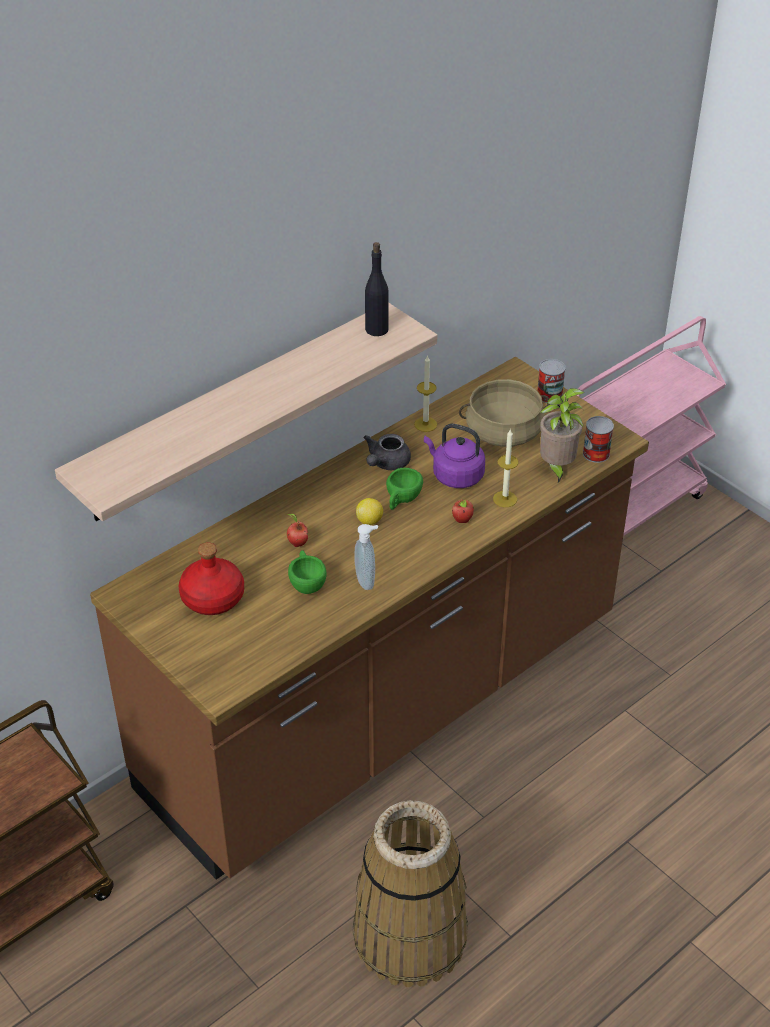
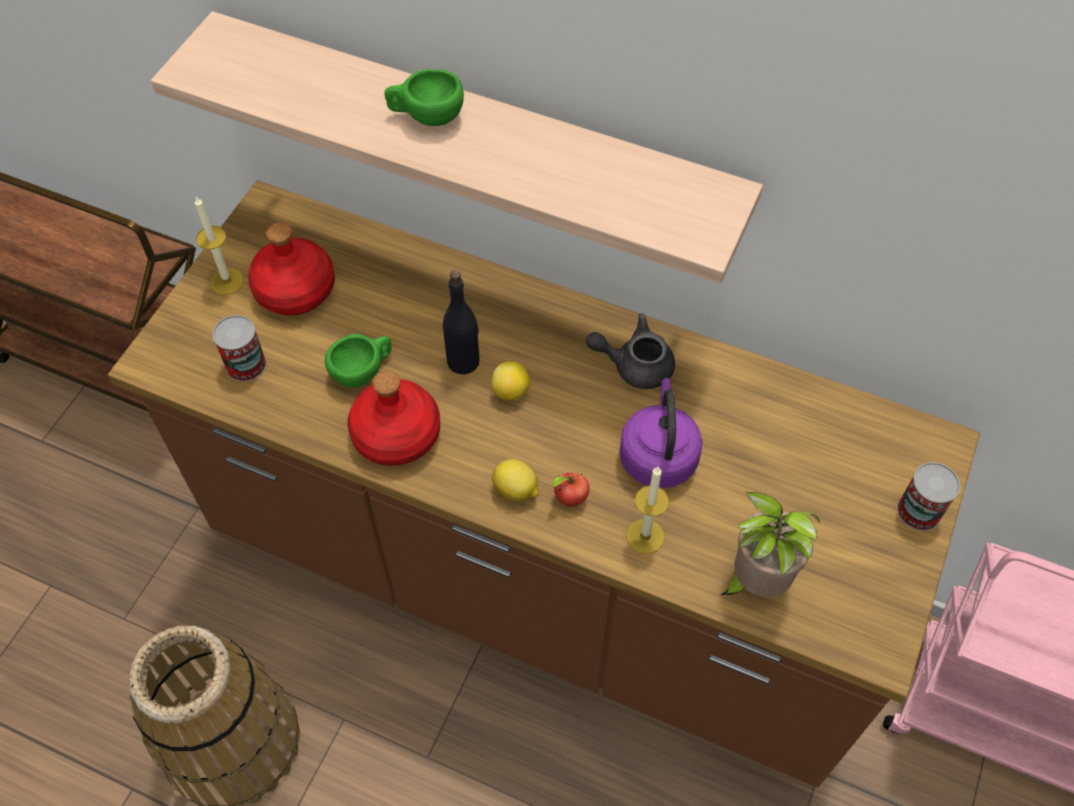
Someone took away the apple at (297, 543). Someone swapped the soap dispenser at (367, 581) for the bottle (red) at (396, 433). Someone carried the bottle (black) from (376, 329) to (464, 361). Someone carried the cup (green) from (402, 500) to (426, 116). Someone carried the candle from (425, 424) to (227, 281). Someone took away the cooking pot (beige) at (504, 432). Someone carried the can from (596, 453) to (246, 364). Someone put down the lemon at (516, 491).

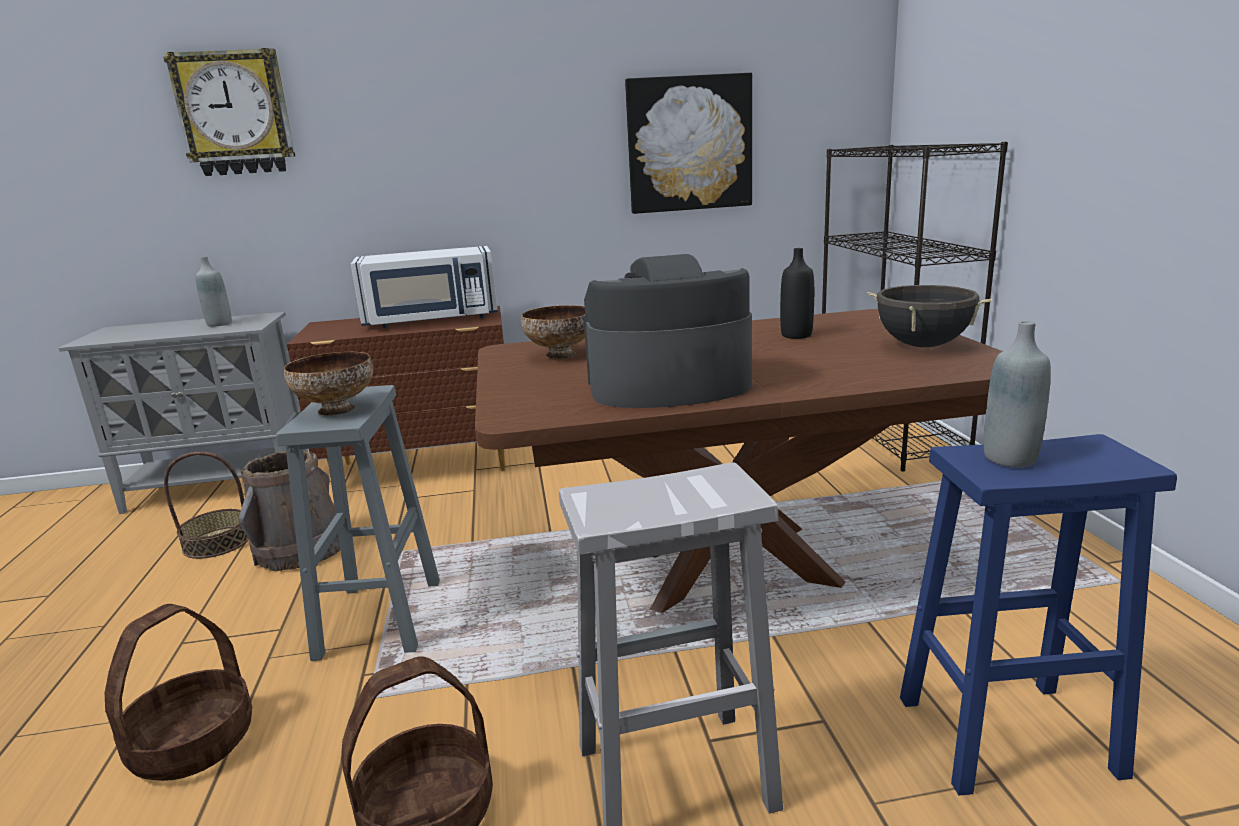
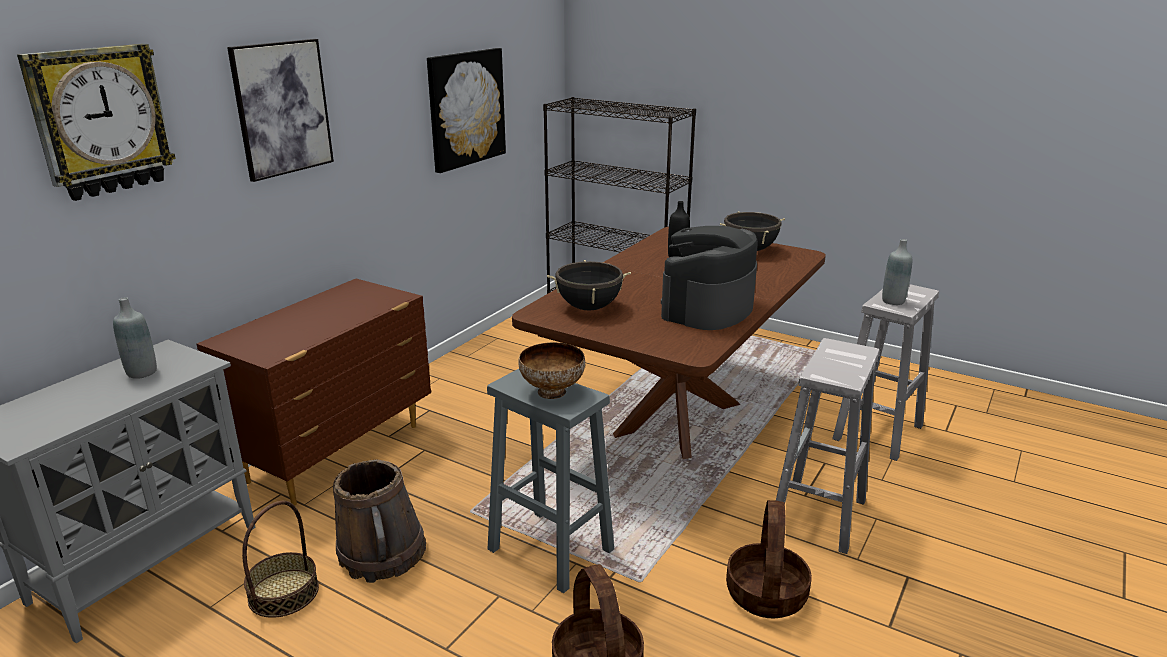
Someone took away the microwave (white) at (431, 320). Someone swapped the bowl at (560, 355) for the cooking pot (black) at (589, 308). Someone repainted the stool (blue) at (1004, 736), which became the stool (white) at (877, 433). Someone put up the picture at (282, 108).

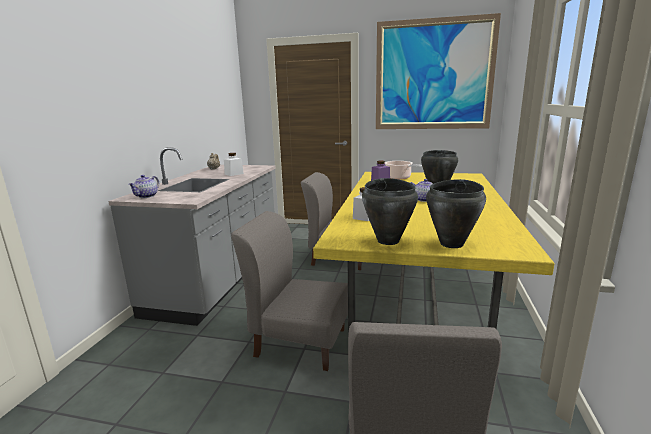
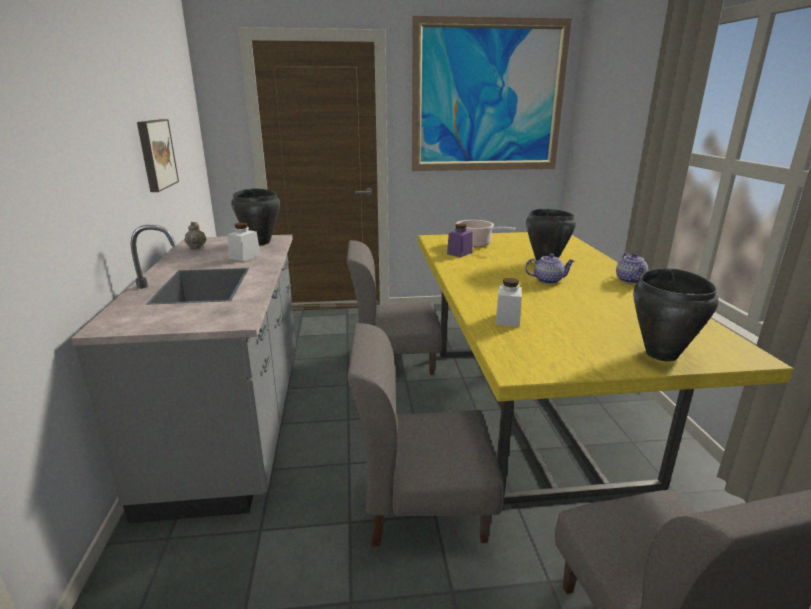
Someone carried the teapot from (147, 196) to (630, 280). Someone carried the cooking pot (black) from (388, 241) to (260, 242). Someone put up the picture at (155, 154).

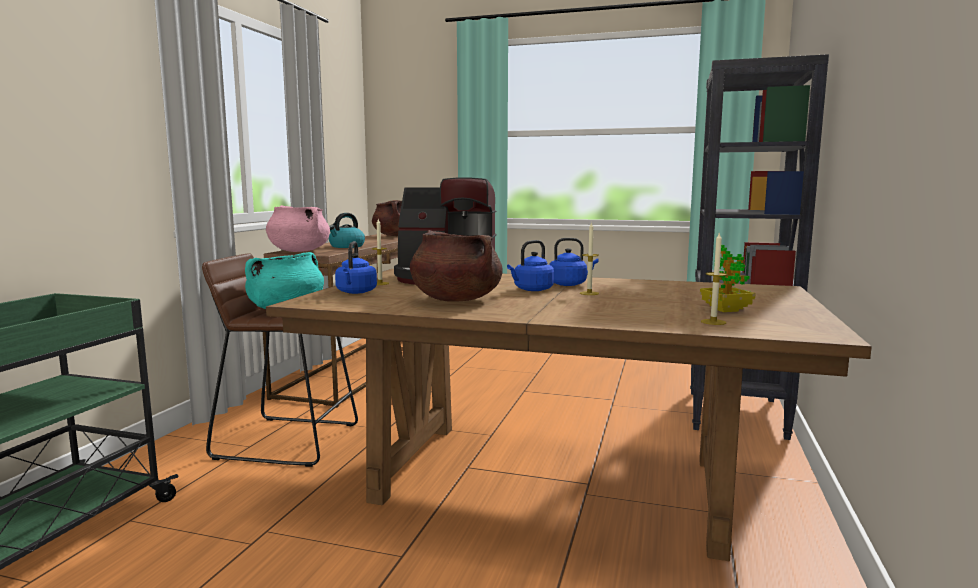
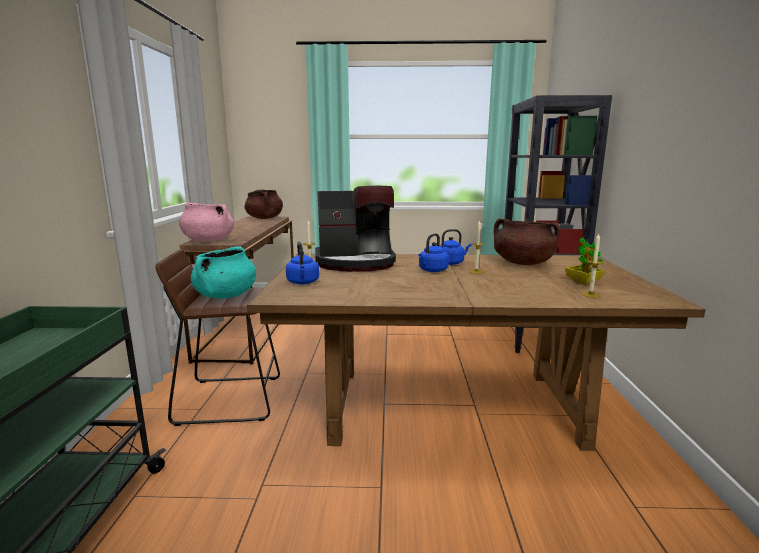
Someone took away the kettle at (346, 246). Someone carried the cooking pot (brown) from (455, 300) to (523, 263).

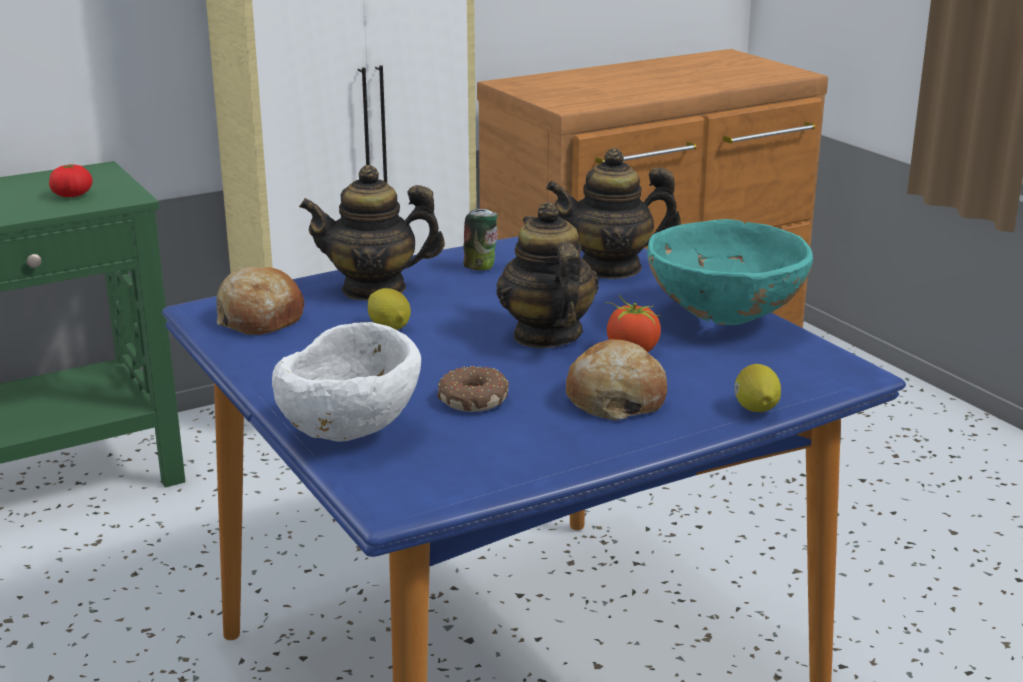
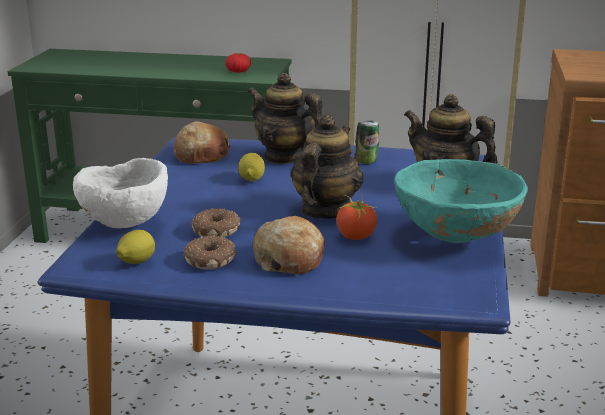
Someone carried the lemon from (756, 410) to (136, 262). Someone put down the donut at (210, 259).

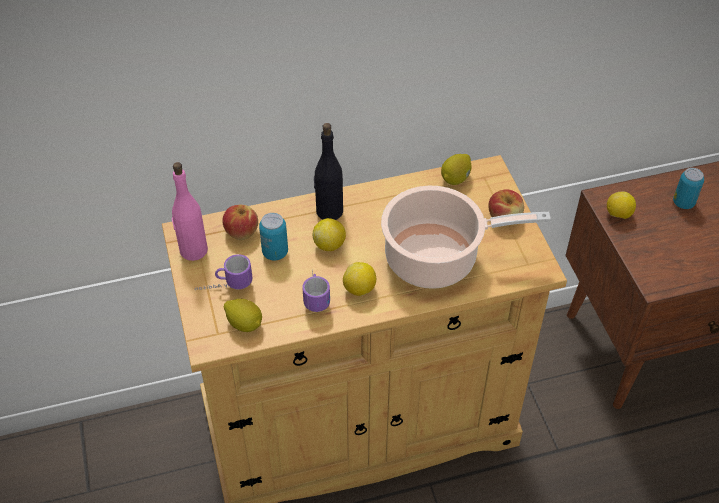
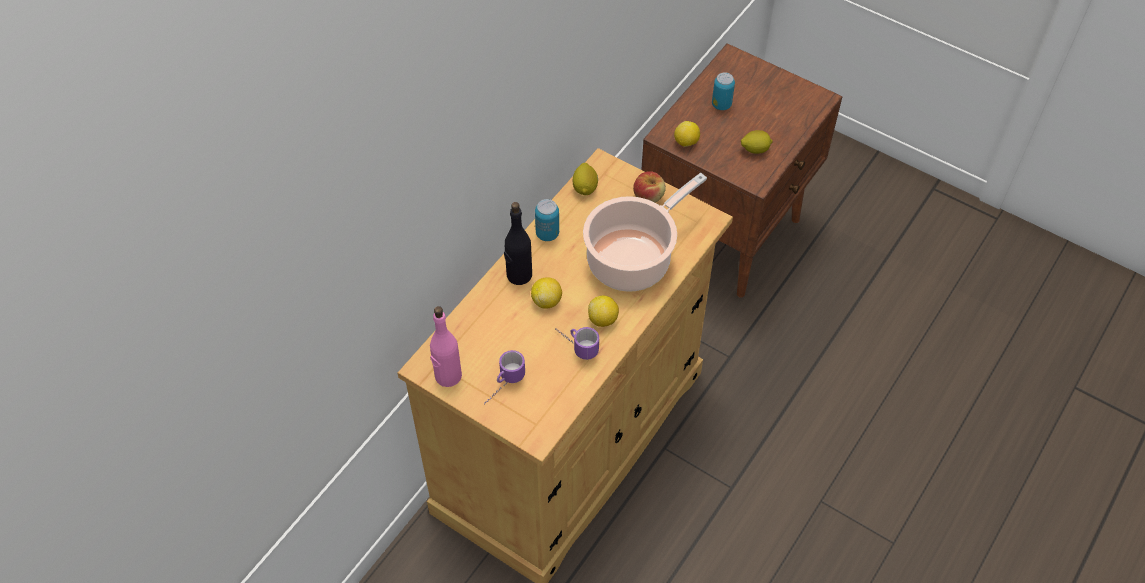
Someone took away the apple at (241, 232). Someone carried the lemon from (245, 324) to (755, 149). Someone carried the can from (275, 252) to (547, 234).

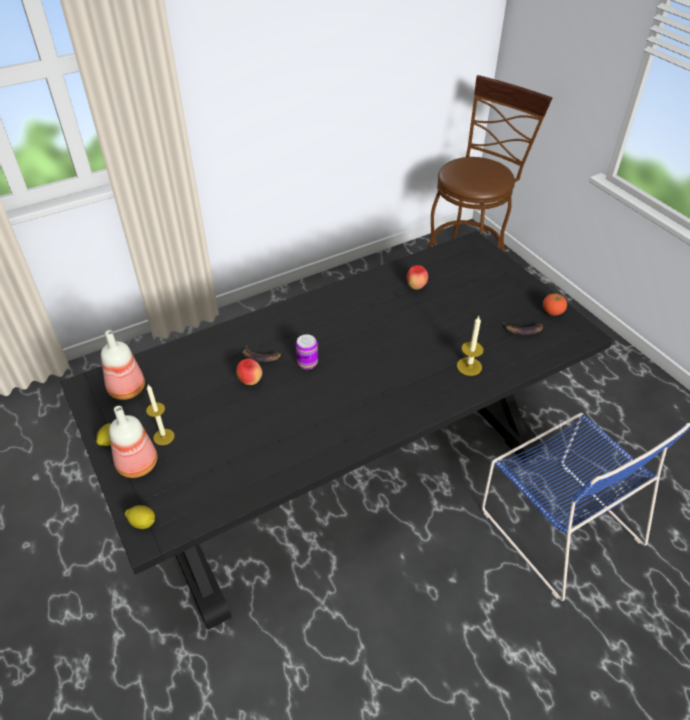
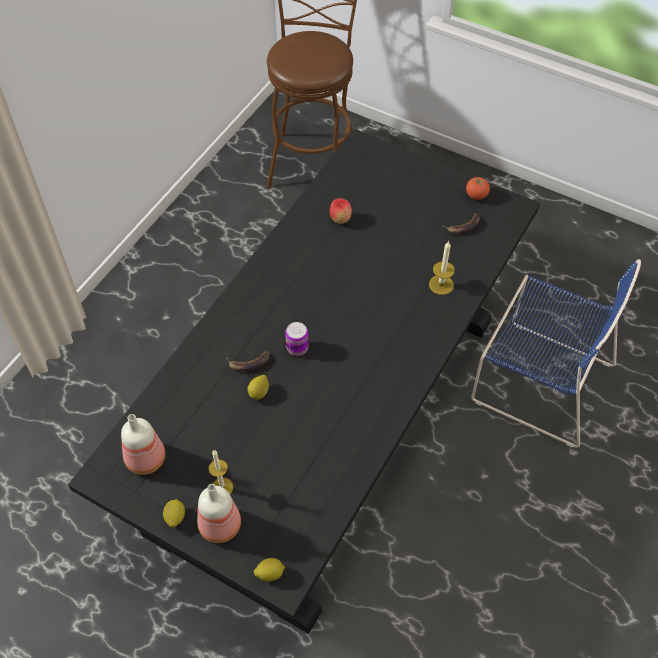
Someone swapped the apple at (250, 381) for the lemon at (259, 392).

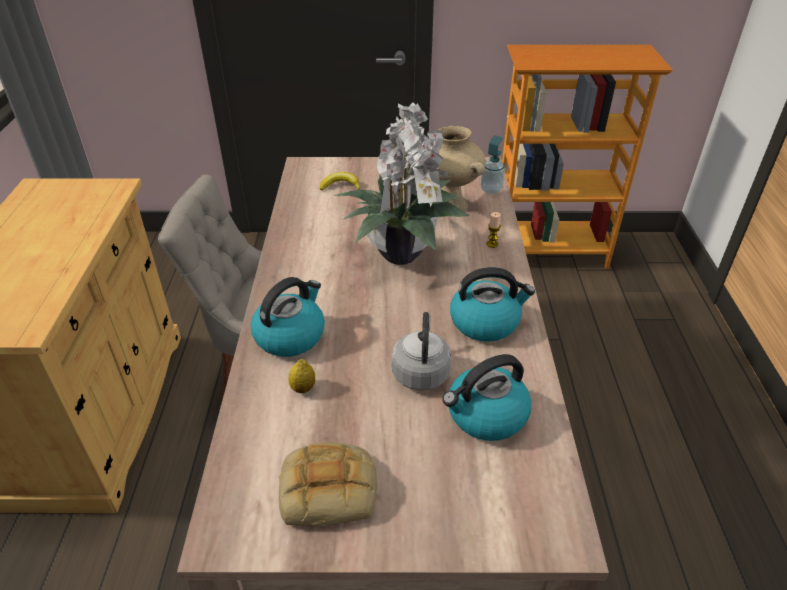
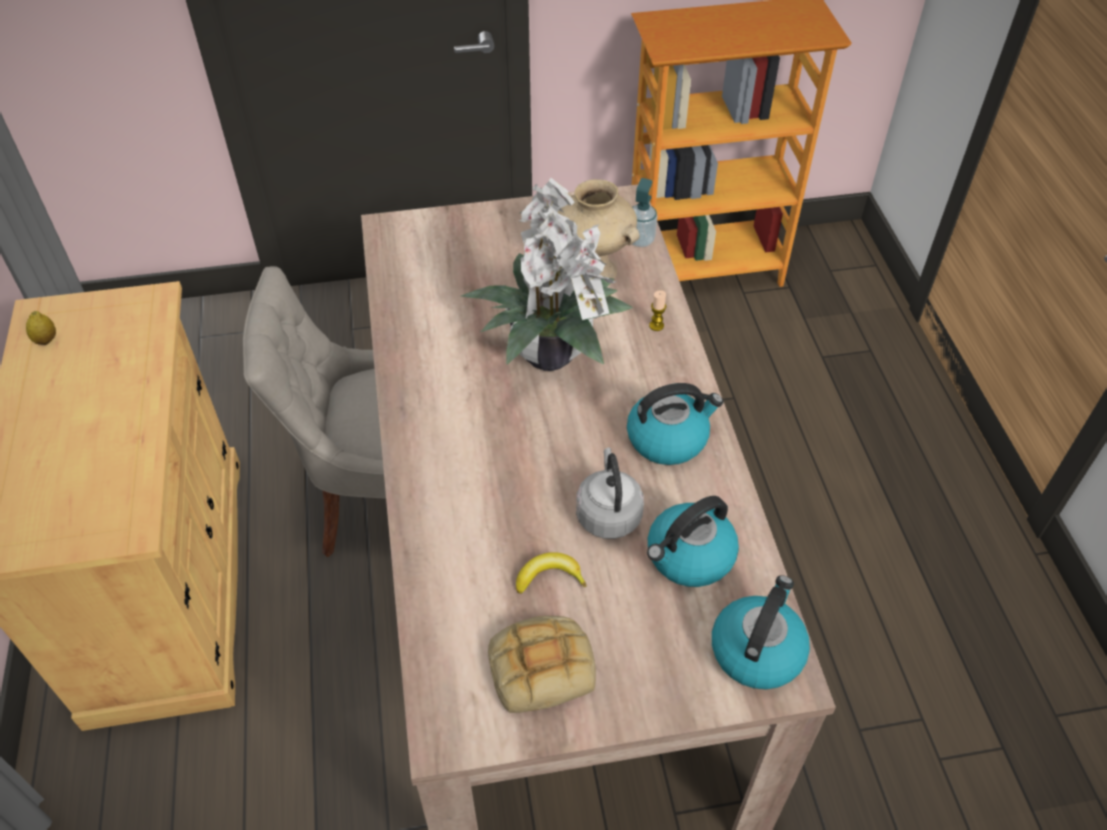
Someone carried the kettle from (290, 335) to (757, 650). Someone carried the lemon from (303, 388) to (46, 340). Someone carried the banana from (341, 186) to (549, 577).

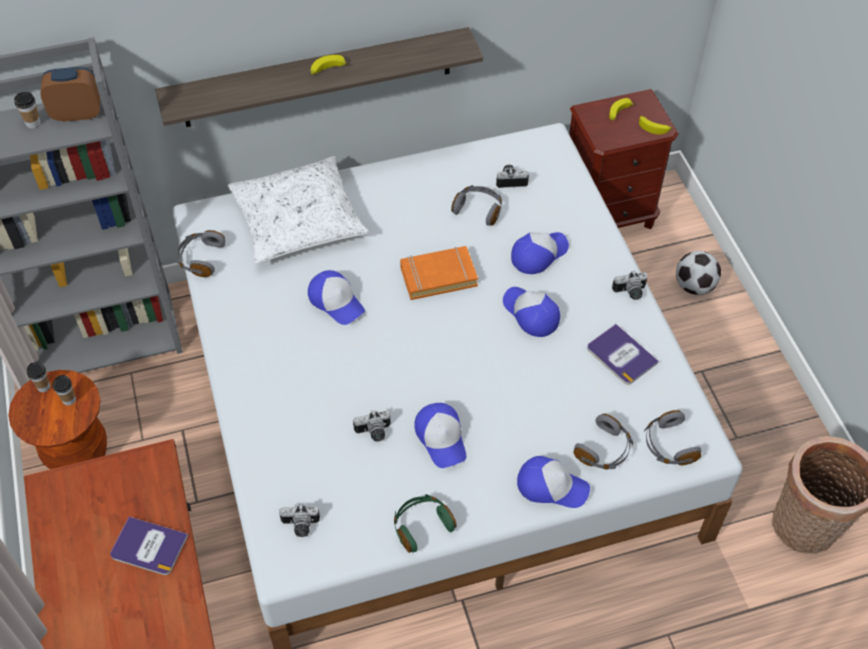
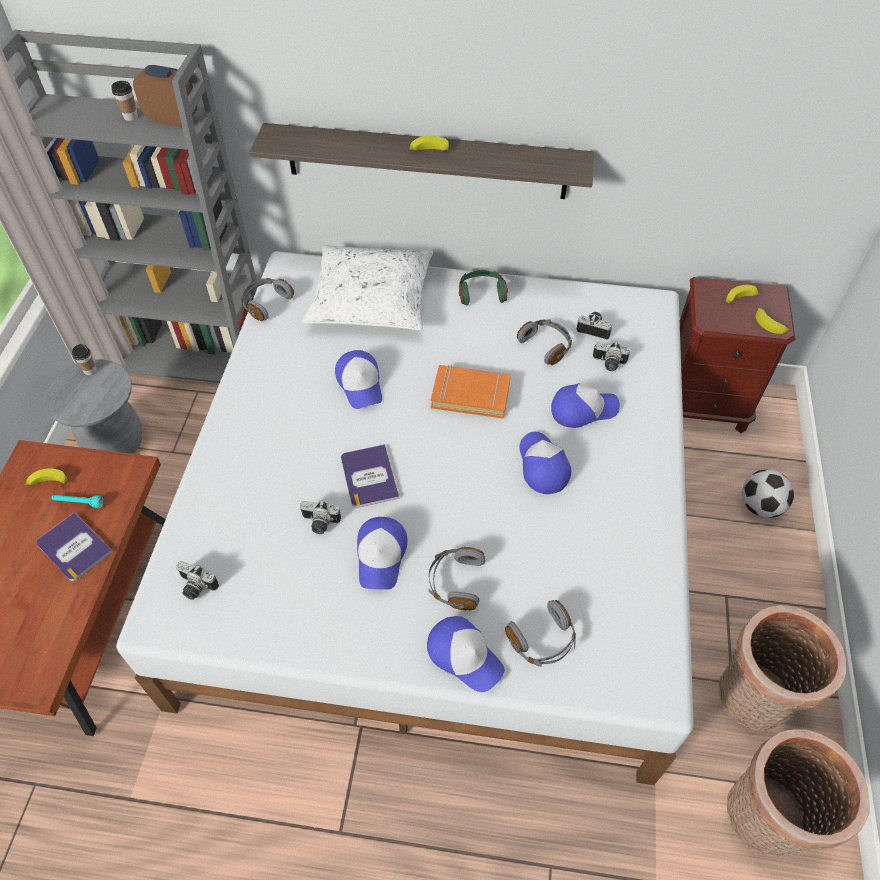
Someone repainted the stool (brown) at (77, 453), which became the stool (grey) at (115, 443). Someone took away the cup at (69, 400). Someone carried the headphones (green) from (421, 526) to (481, 293). Someone carried the book from (621, 355) to (369, 477). Someone carried the photo camera from (630, 292) to (608, 364). Someone carried the headphones (grey) from (668, 445) to (455, 582). Someone put down the banana at (48, 482). Someone put down the flashlight (turquoise) at (79, 503). Someone put down the basket at (751, 700).

